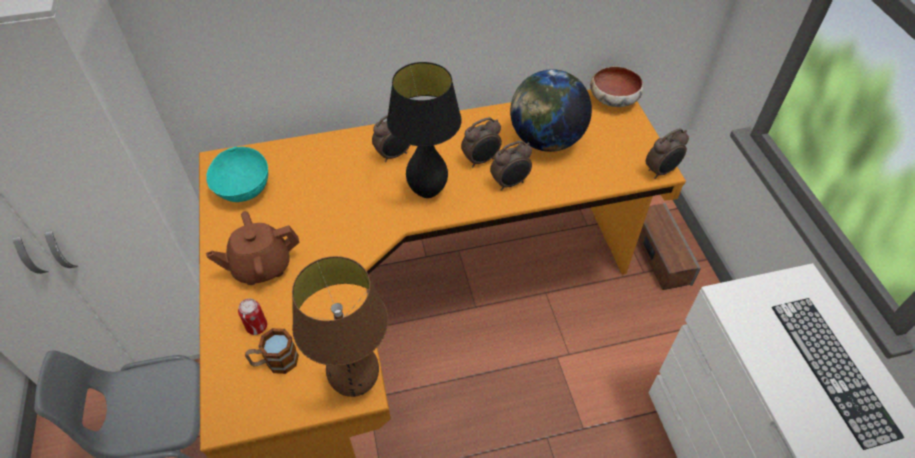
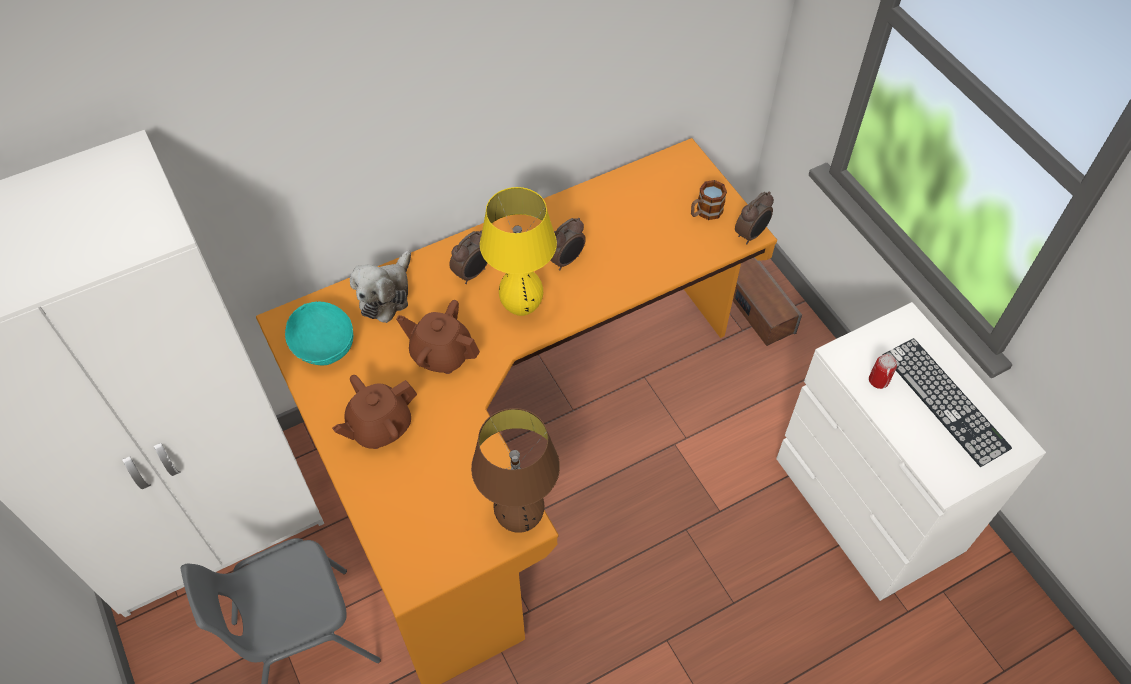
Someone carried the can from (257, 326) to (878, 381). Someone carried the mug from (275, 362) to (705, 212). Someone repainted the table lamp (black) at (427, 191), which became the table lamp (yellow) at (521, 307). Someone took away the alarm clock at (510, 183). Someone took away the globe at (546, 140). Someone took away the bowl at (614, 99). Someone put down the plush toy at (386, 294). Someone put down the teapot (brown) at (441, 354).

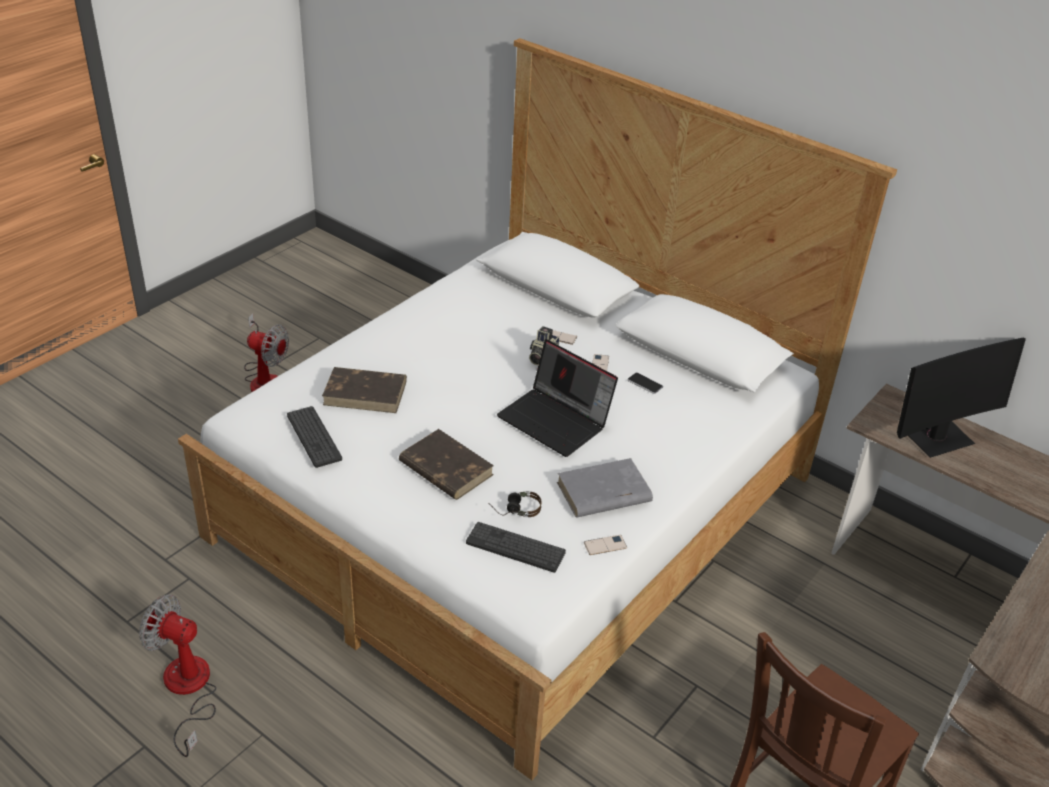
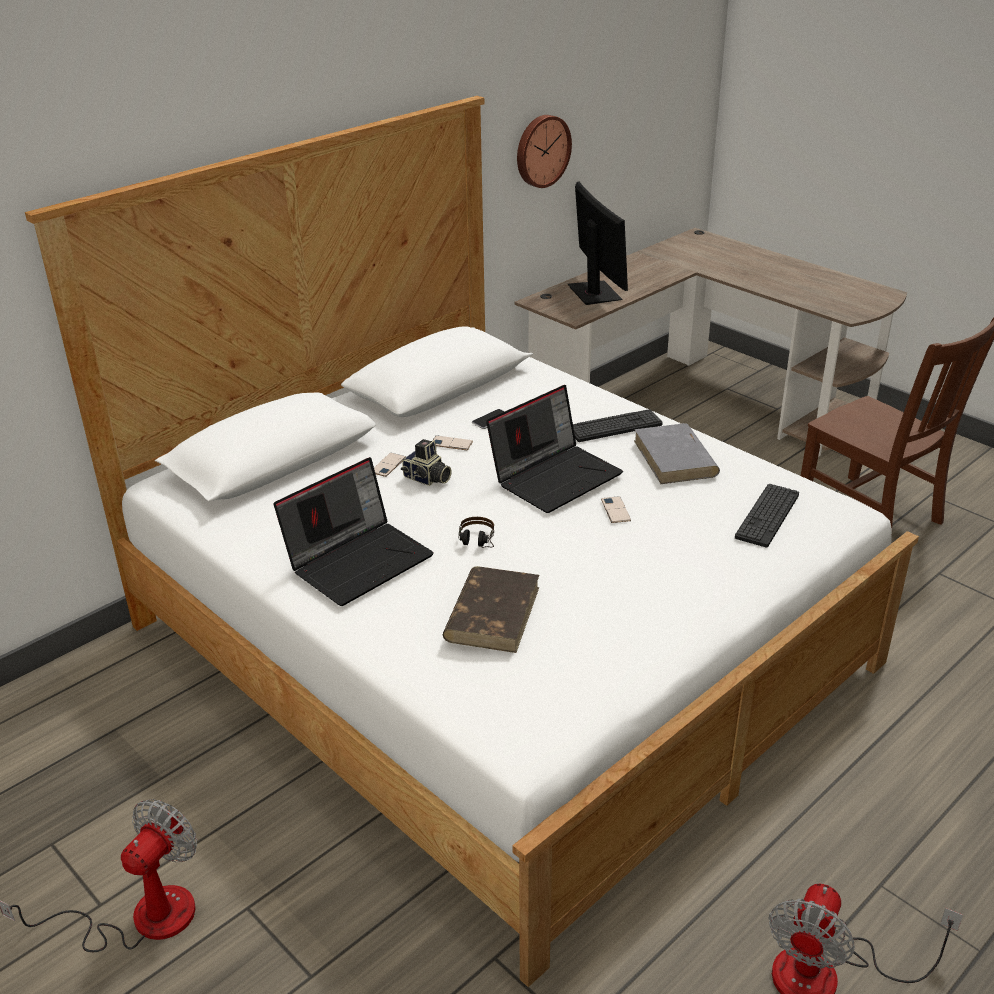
Someone carried the keyboard from (314, 437) to (614, 426). Someone took away the book (brown) at (445, 468). Someone carried the headphones from (514, 509) to (476, 543). Someone carried the phone from (605, 545) to (615, 510). Someone put down the laptop at (359, 560). Someone put up the wall clock at (541, 150).

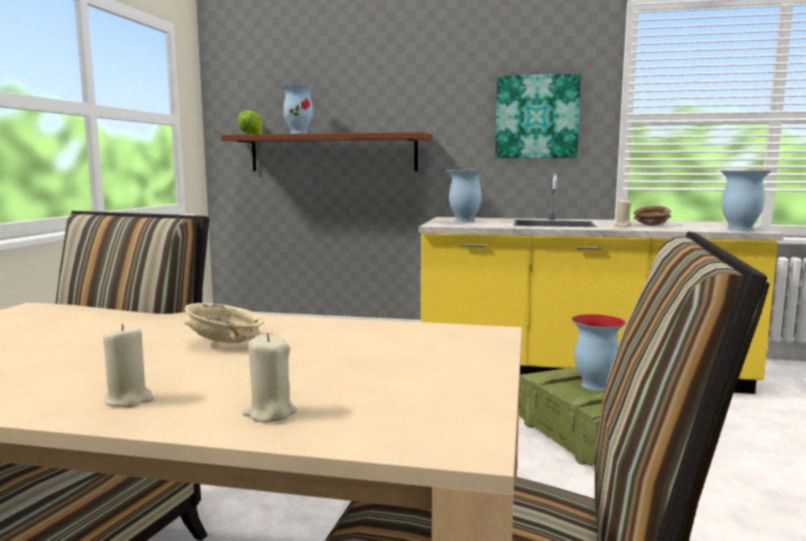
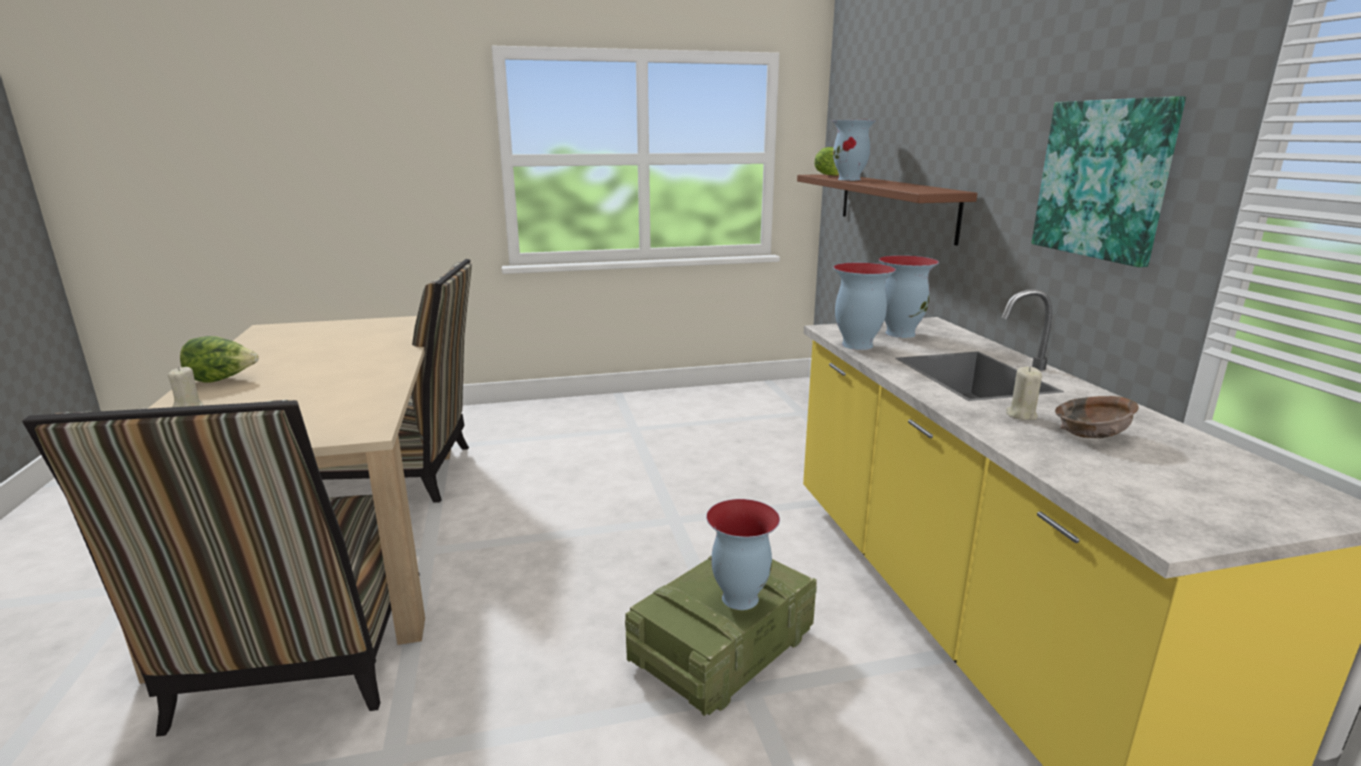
Someone swapped the candle (beige) at (129, 399) for the lettuce at (222, 380). Someone took away the bowl (beige) at (225, 342). Someone carried the vase from (740, 229) to (856, 345).

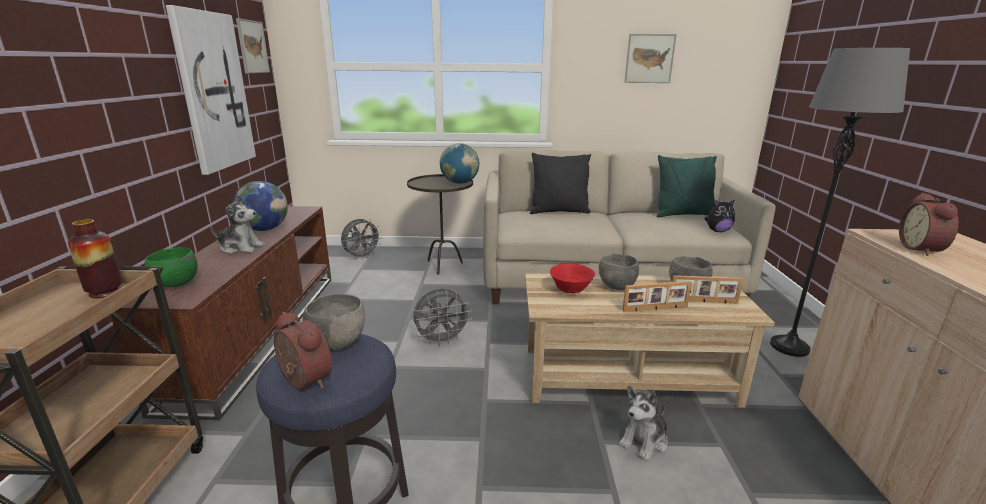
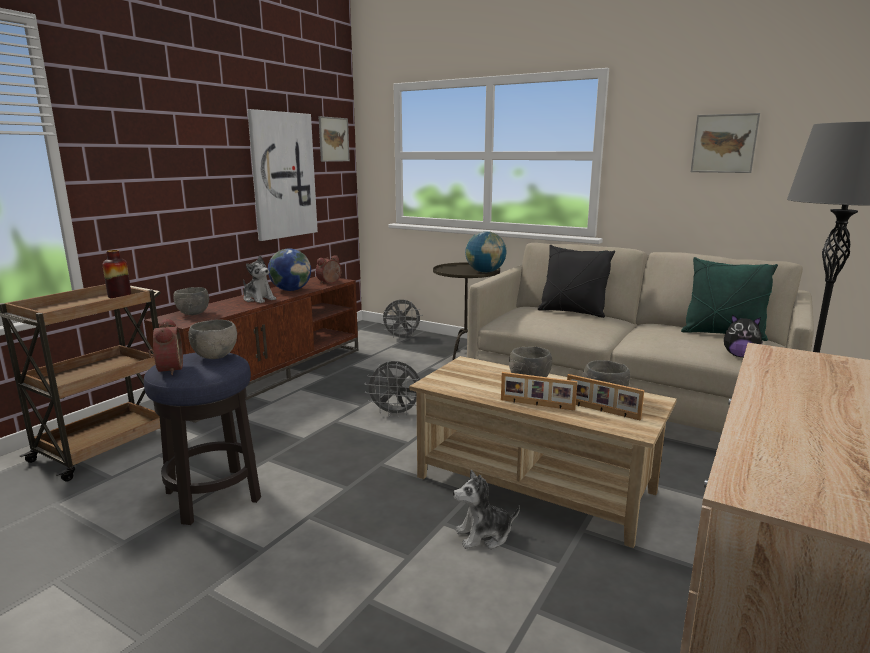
Someone repainted the bowl (green) at (176, 284), which became the bowl (grey) at (193, 314). Someone took away the bowl (red) at (570, 290). Someone carried the alarm clock from (922, 249) to (330, 282).

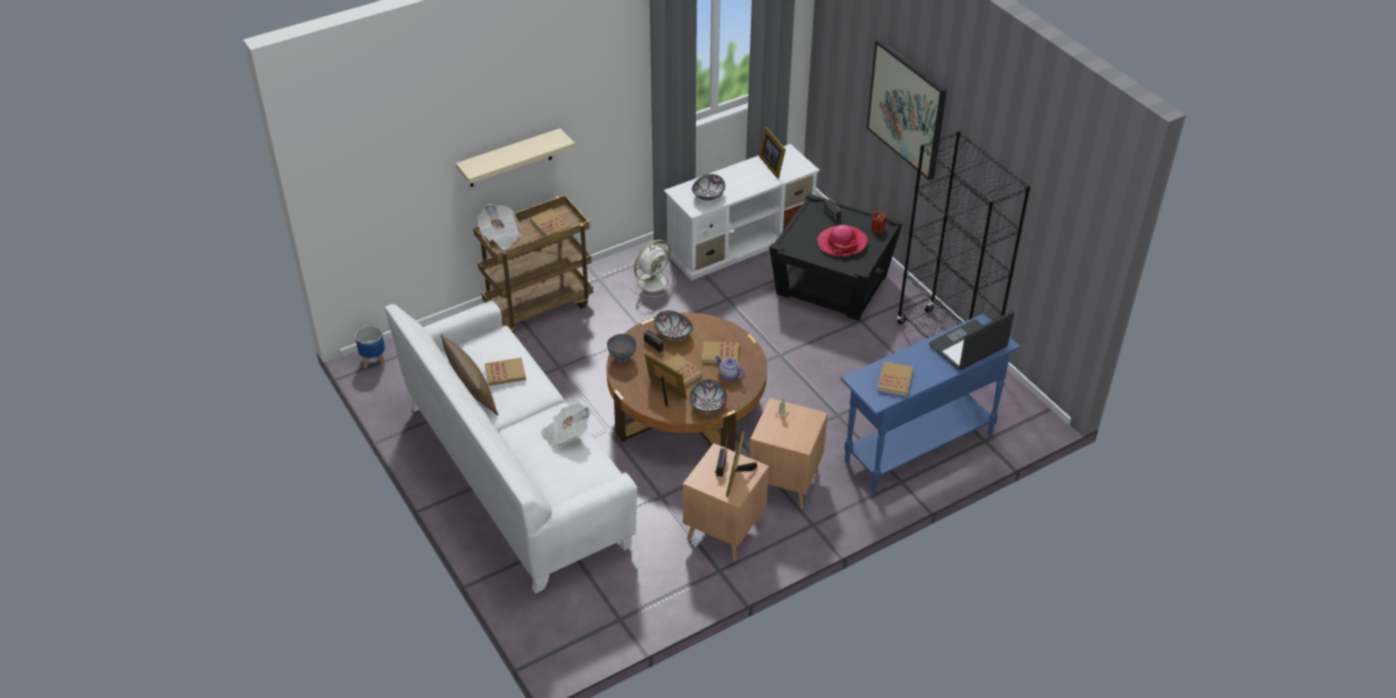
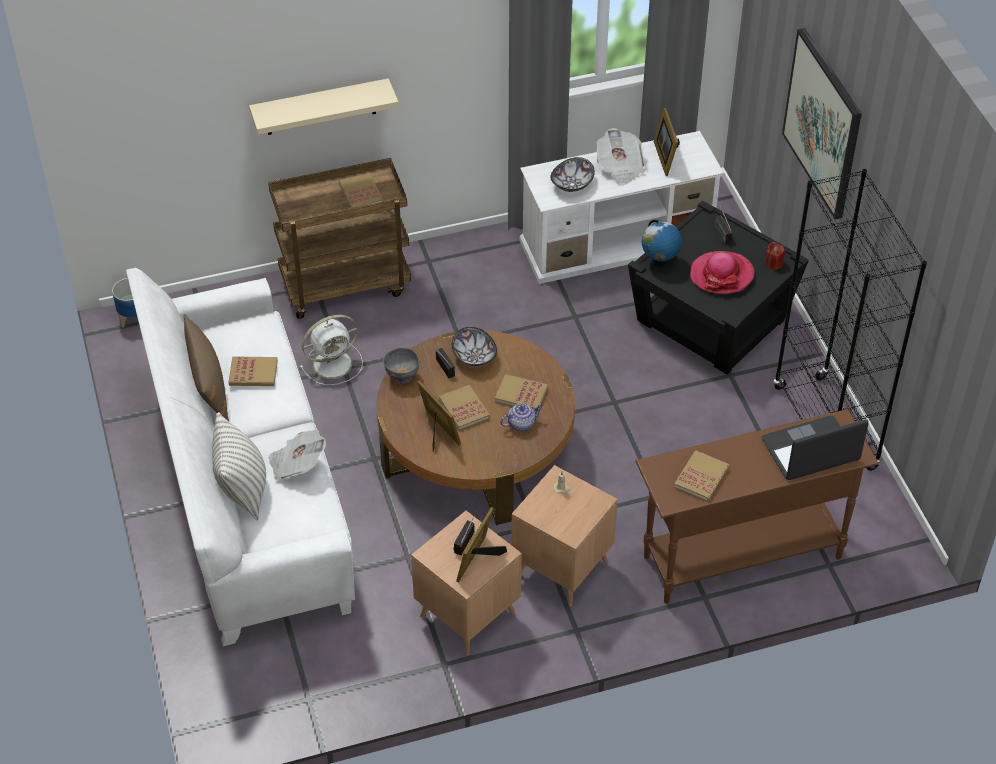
Someone carried the newspaper from (500, 236) to (620, 167). Someone carried the fan (white) from (653, 282) to (334, 363). Someone took away the bowl at (707, 405). Someone rotated the teapot at (729, 375) by 105 degrees clockwise. Someone repainted the console table (blue) at (918, 447), which became the console table (brown) at (741, 557). Someone put down the pillow at (243, 489). Someone put down the globe at (659, 262).

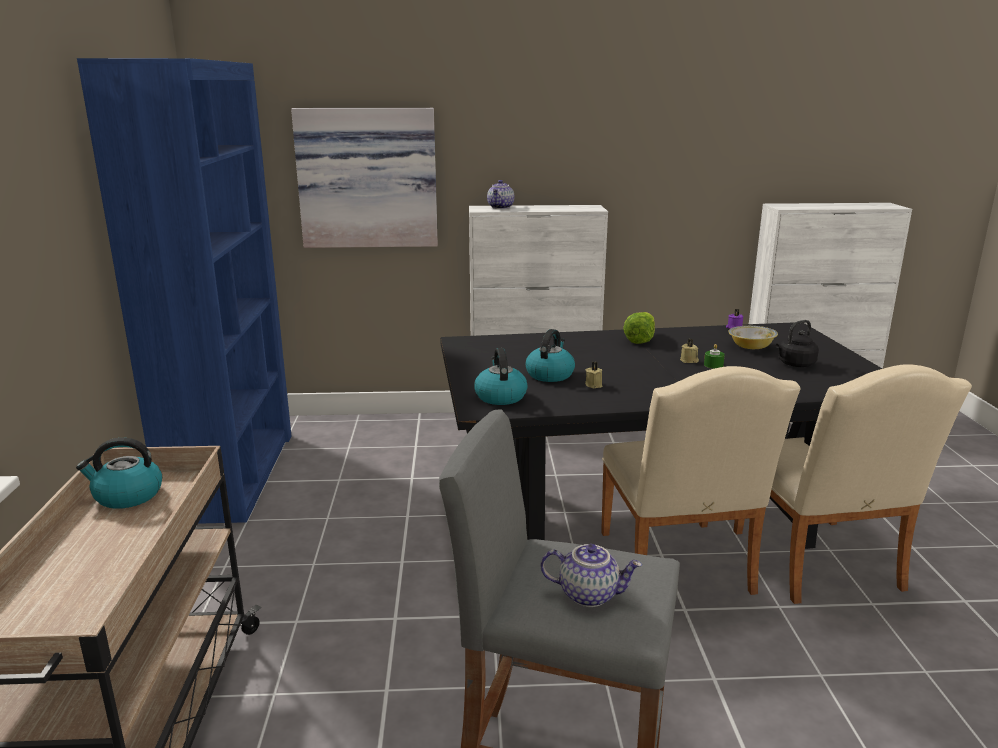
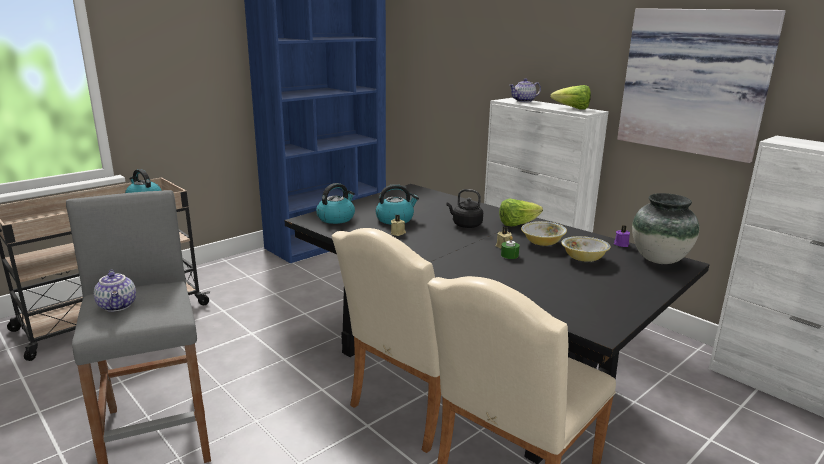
Someone carried the picture from (368, 178) to (695, 82). Someone carried the kettle (black) from (794, 364) to (465, 225). Someone put down the bowl at (542, 243). Someone put down the lettuce at (572, 109). Someone put down the vase at (660, 260).

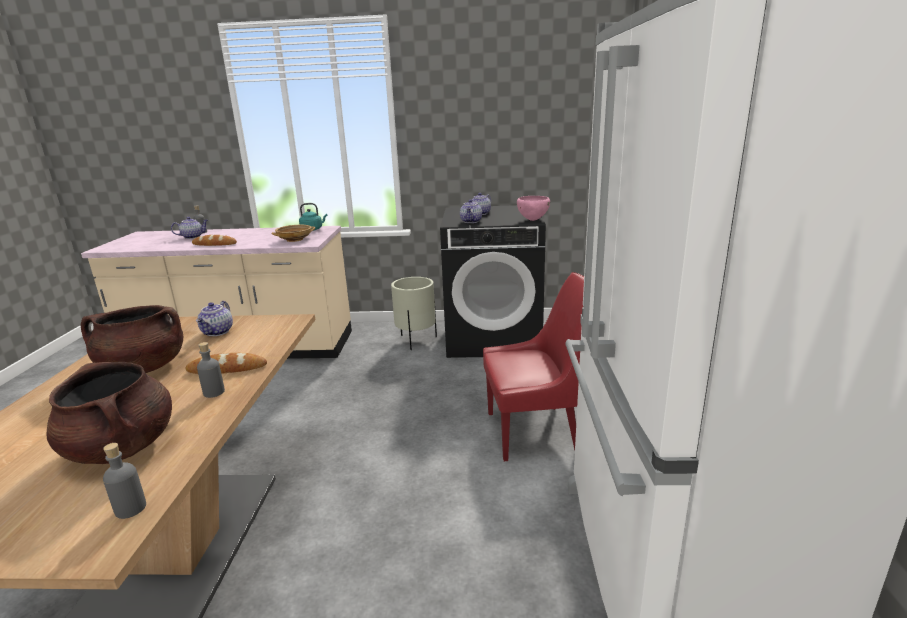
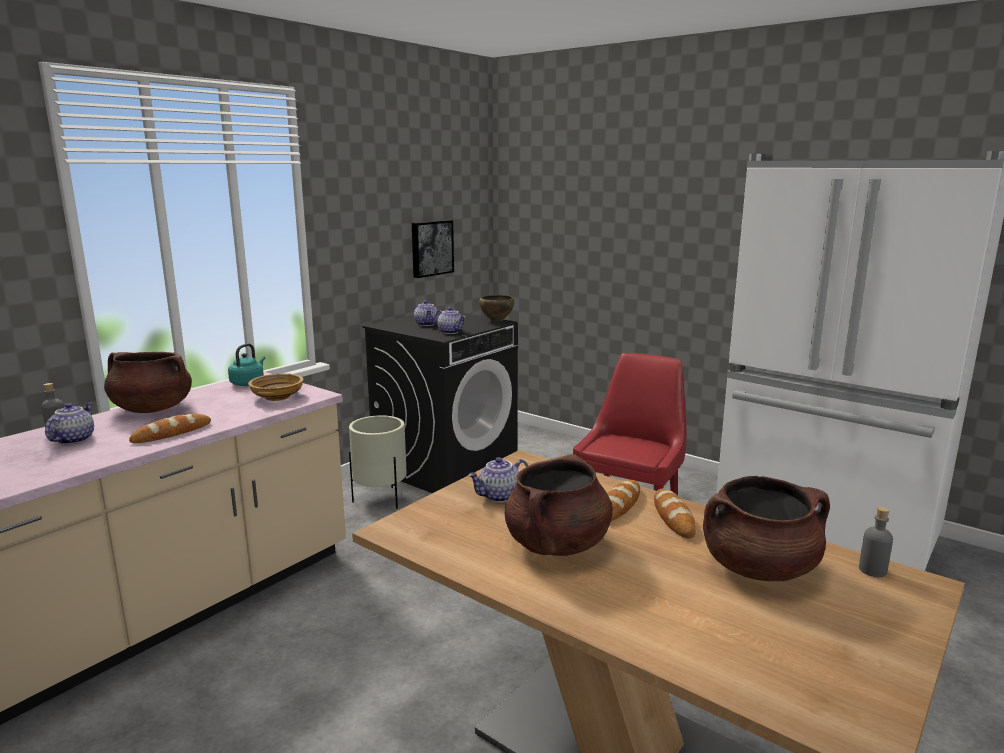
Someone rotated the teapot at (218, 332) by 105 degrees clockwise. Someone swapped the bottle (grey) at (214, 392) for the bread at (673, 517). Someone repainted the bowl (pink) at (532, 220), which became the bowl (brown) at (496, 321). Someone put down the cooking pot (brown) at (151, 409). Someone put up the picture at (431, 248).

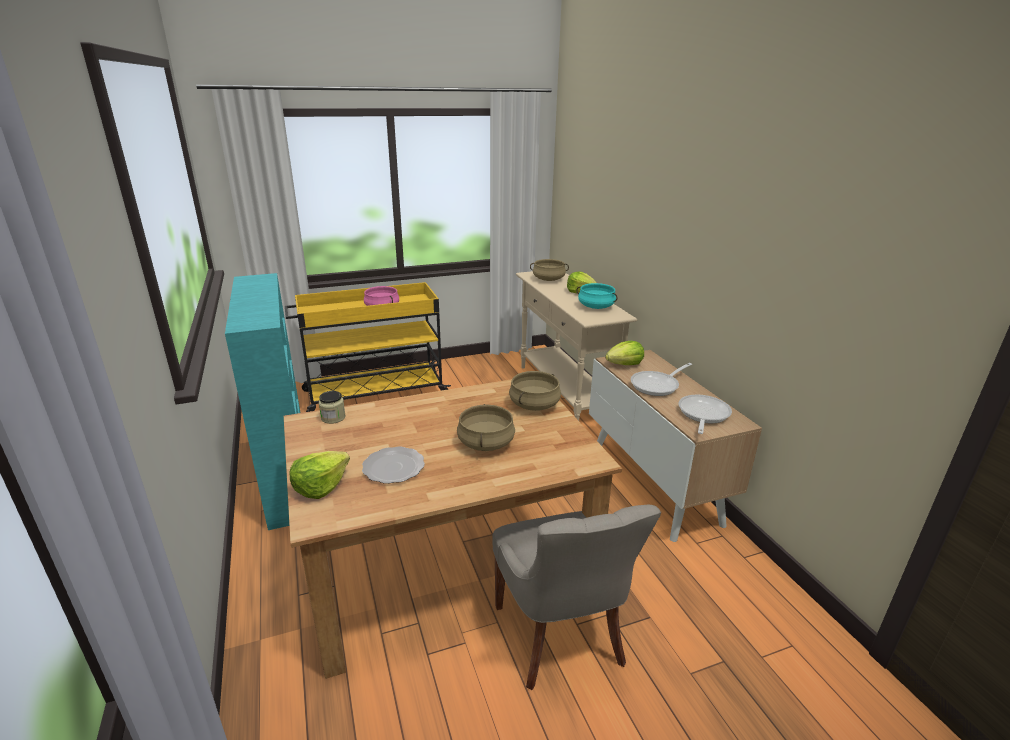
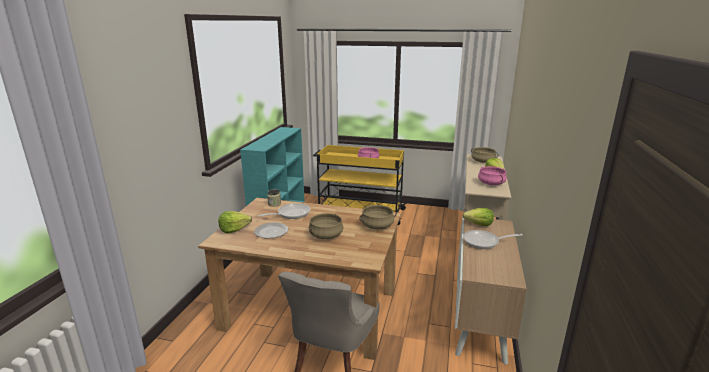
Someone repainted the cooking pot (turquoise) at (596, 307), which became the cooking pot (pink) at (491, 183). Someone carried the frying pan from (702, 415) to (291, 214).

